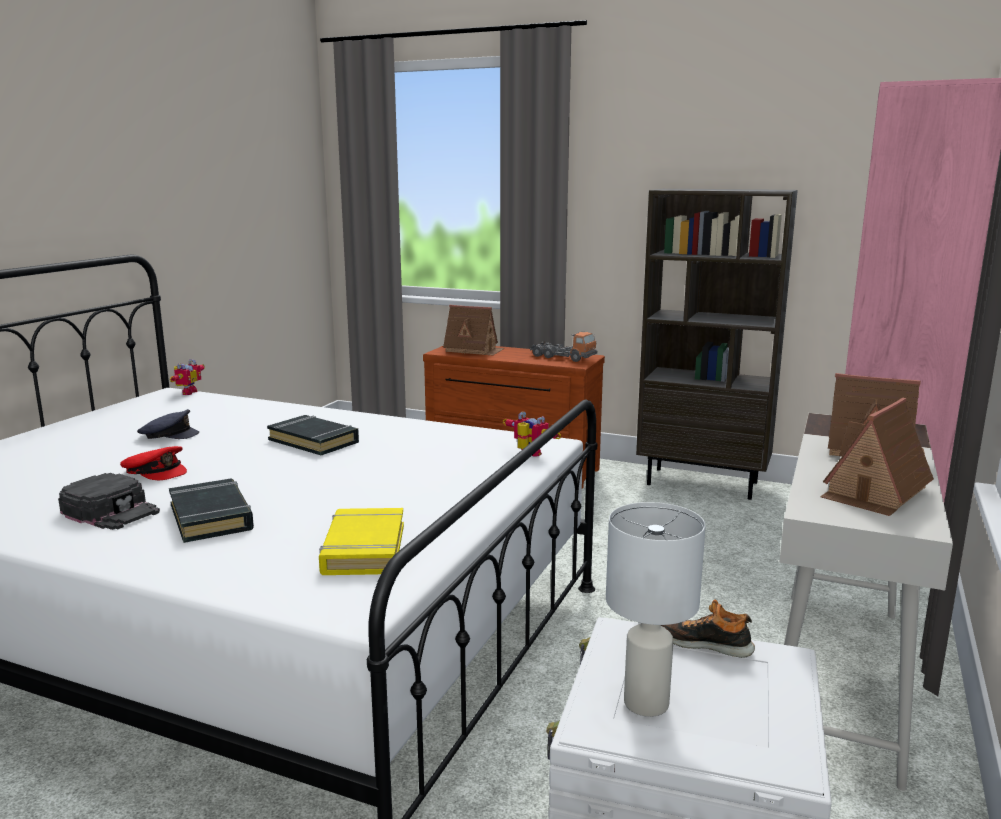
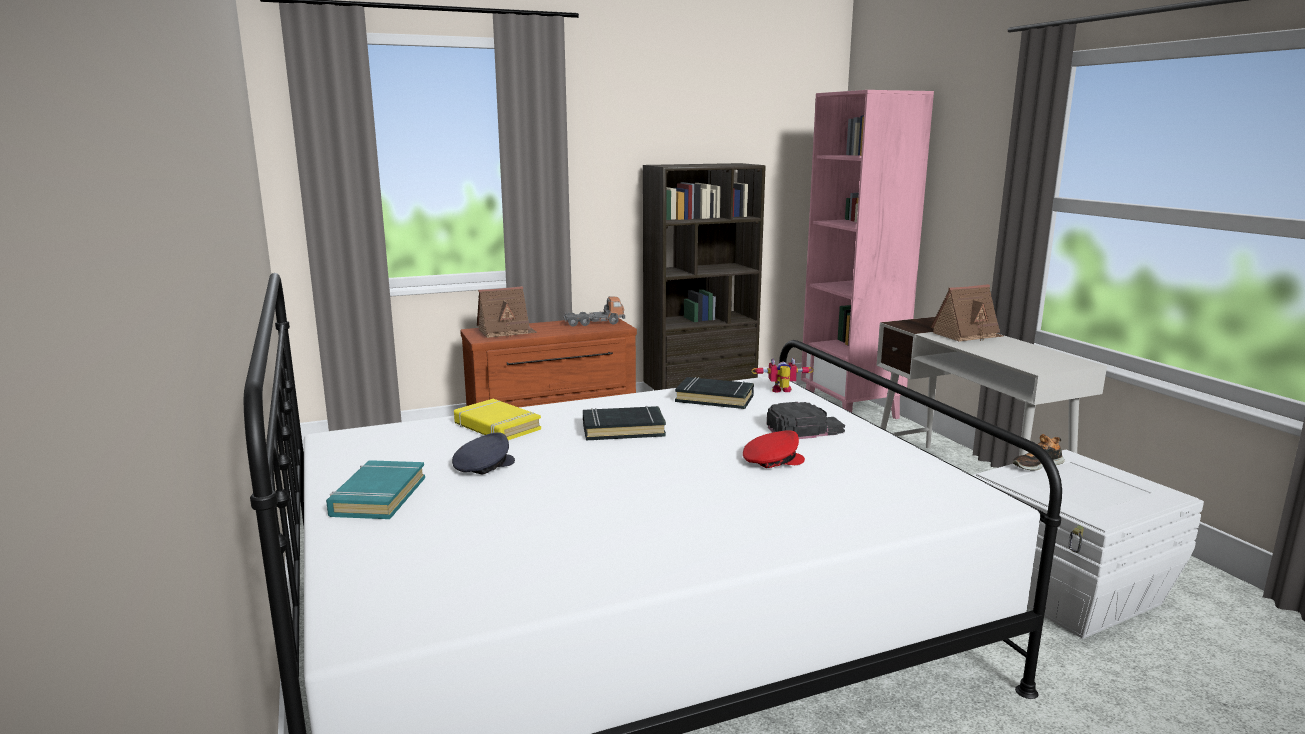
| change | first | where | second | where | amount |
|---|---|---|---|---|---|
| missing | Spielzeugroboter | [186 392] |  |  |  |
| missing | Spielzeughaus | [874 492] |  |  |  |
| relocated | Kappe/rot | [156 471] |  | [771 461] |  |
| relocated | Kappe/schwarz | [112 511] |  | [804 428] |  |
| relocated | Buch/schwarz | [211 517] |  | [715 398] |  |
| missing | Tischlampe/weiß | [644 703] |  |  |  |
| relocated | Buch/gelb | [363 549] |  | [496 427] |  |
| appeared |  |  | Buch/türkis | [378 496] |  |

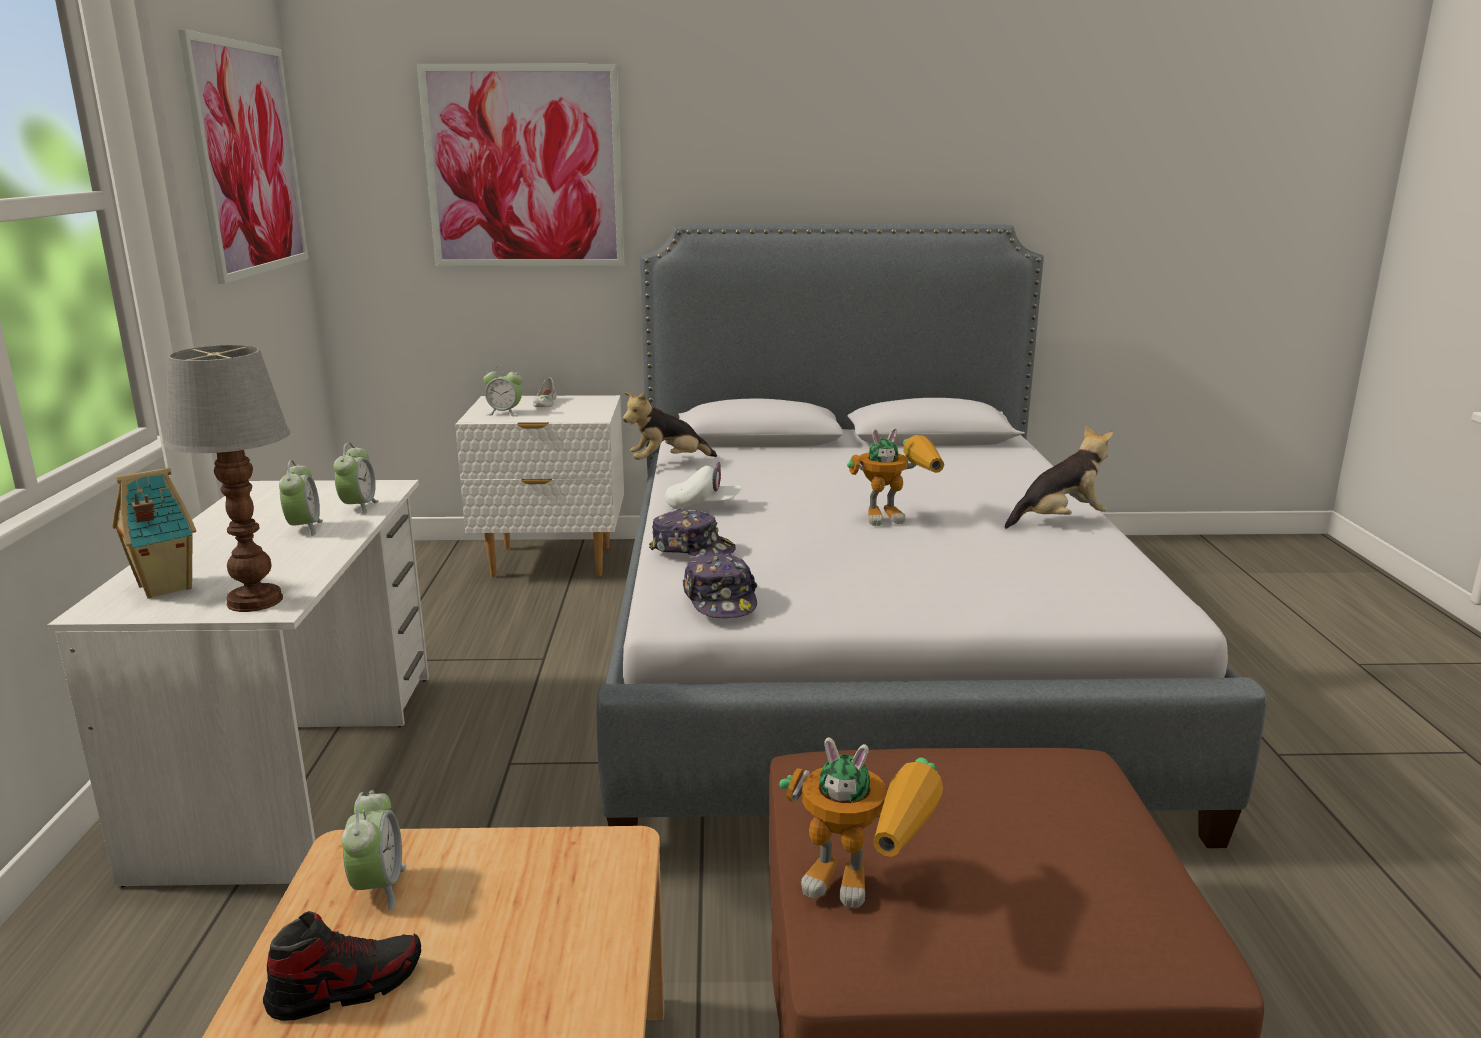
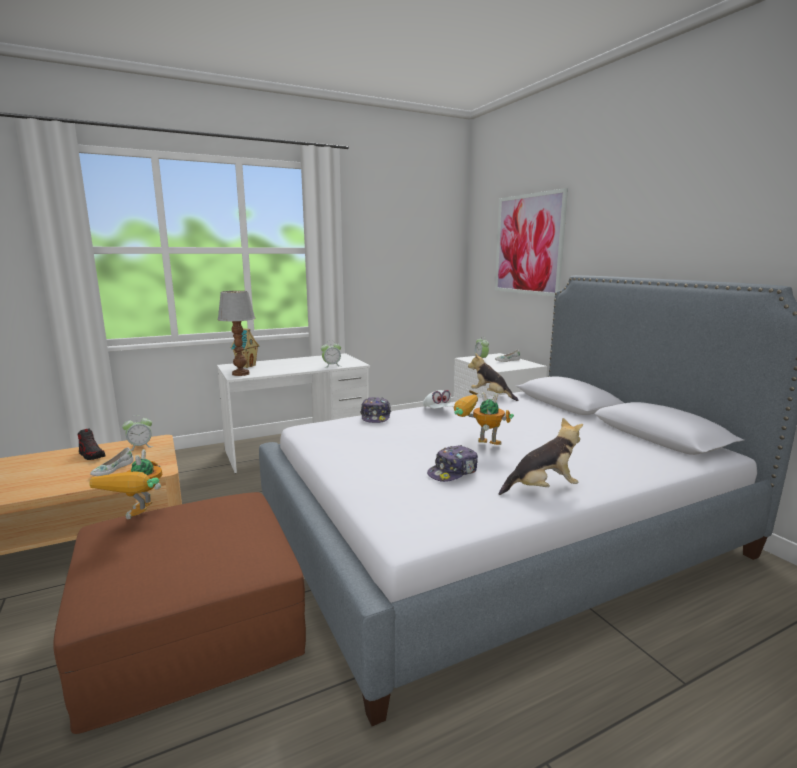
| change | first | where | second | where | amount |
|---|---|---|---|---|---|
| missing | Bild | [248 159] |  |  |  |
| spun | Plüschtier | [1059 520] |  | [542 489] | 60 degrees counterclockwise |
| spun | Spielzeugroboter | [896 517] |  | [478 446] | 150 degrees clockwise |
| missing | Wecker | [304 528] |  |  |  |
| relocated | Kappe | [720 600] |  | [453 472] |  |
| appeared |  |  | Schuh/weiß | [112 469] |  |

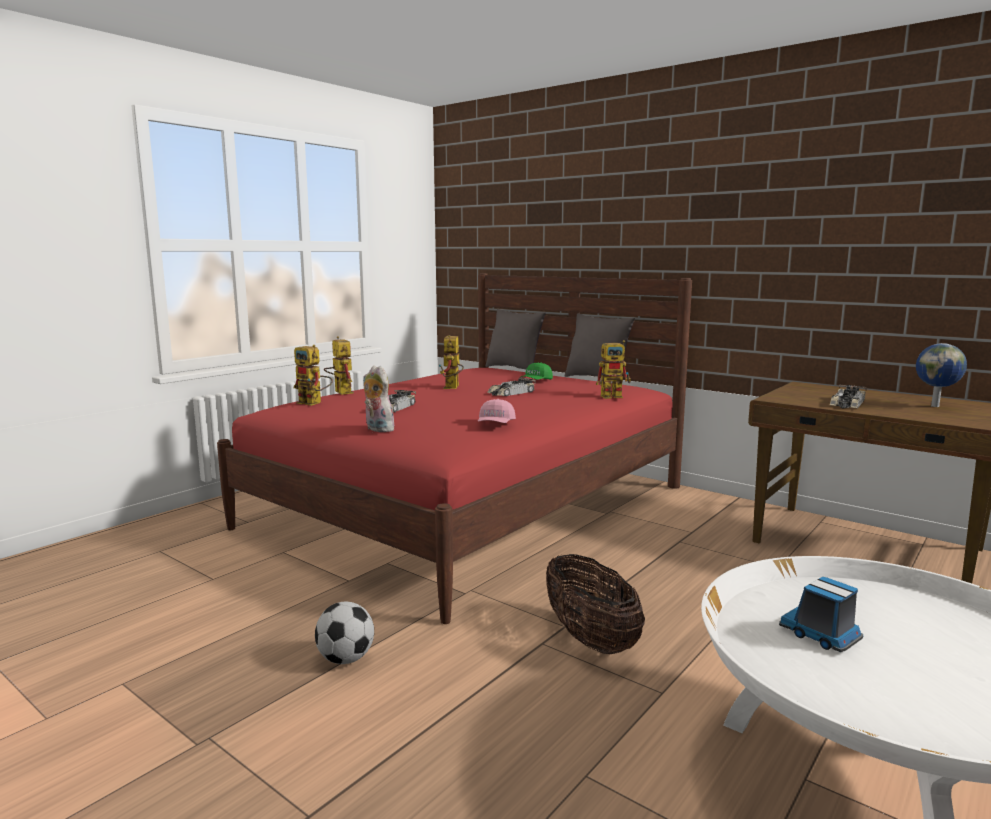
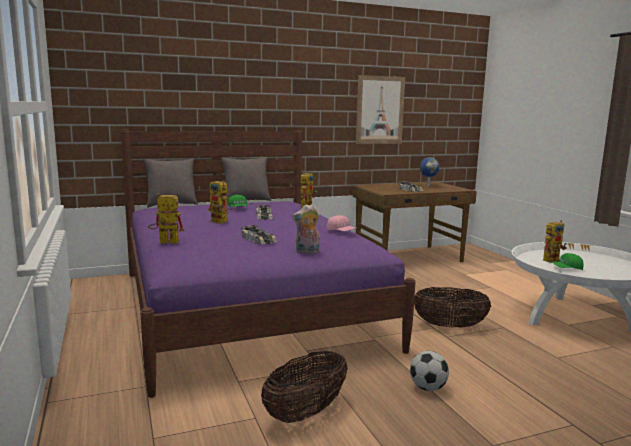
| change | first | where | second | where | amount |
|---|---|---|---|---|---|
| colour | Bett/rot | [470 506] | Bett/lila | [246 307] |  |
| relocated | Spielzeugroboter | [314 403] |  | [552 259] |  |
| exchanged | Spielzeuglaster | [821 635] | Kappe/grün | [566 269] |  |
| appeared |  |  | Bild | [380 110] |  |
| appeared |  |  | Korb | [306 412] |  |

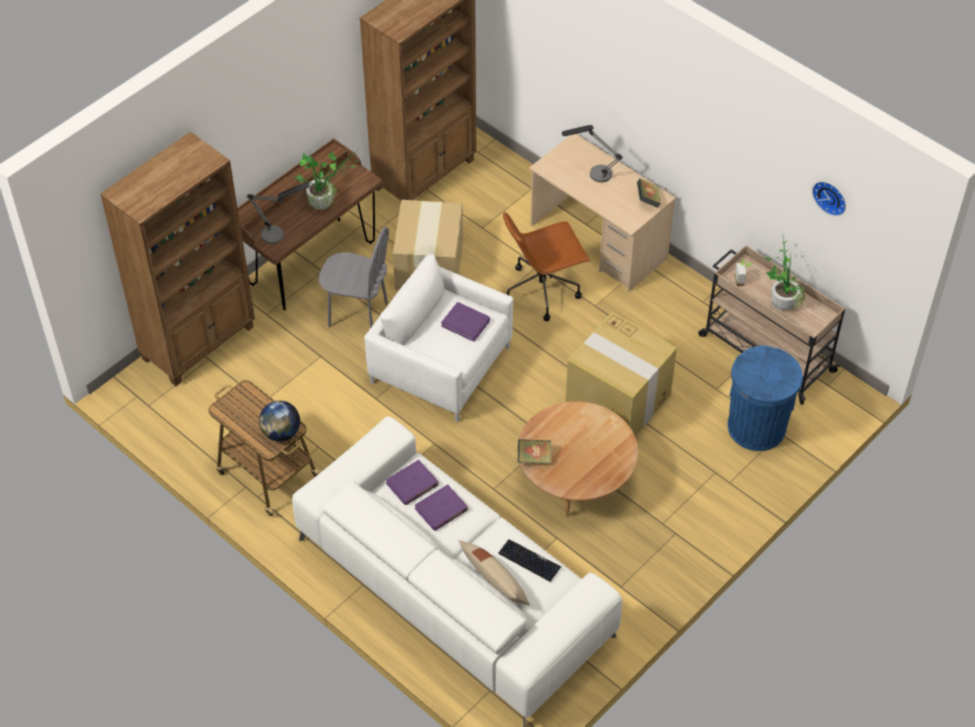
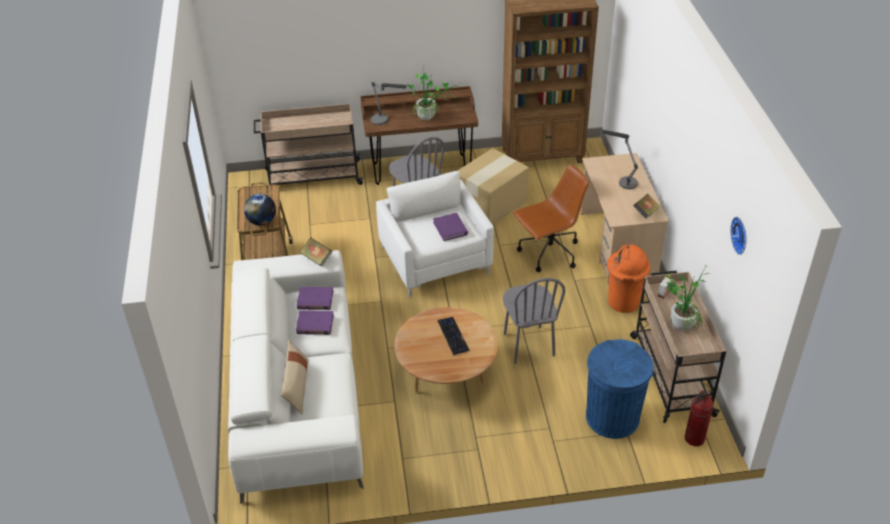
| change | first | where | second | where | amount |
|---|---|---|---|---|---|
| exchanged | Bücherregal/braun | [199 343] | Rollwagen/beige | [312 177] |  |
| spun | Bürostuhl/braun | [543 290] |  | [548 253] | 135 degrees clockwise |
| exchanged | Karton | [619 401] | Stuhl/grau | [528 344] |  |
| relocated | Buch | [534 458] |  | [316 258] |  |
| relocated | Tastatur | [529 561] |  | [453 336] |  |
| appeared |  |  | Mülleimer/orange | [623 302] |  |
| appeared |  |  | Feuerlöscher | [694 438] |  |

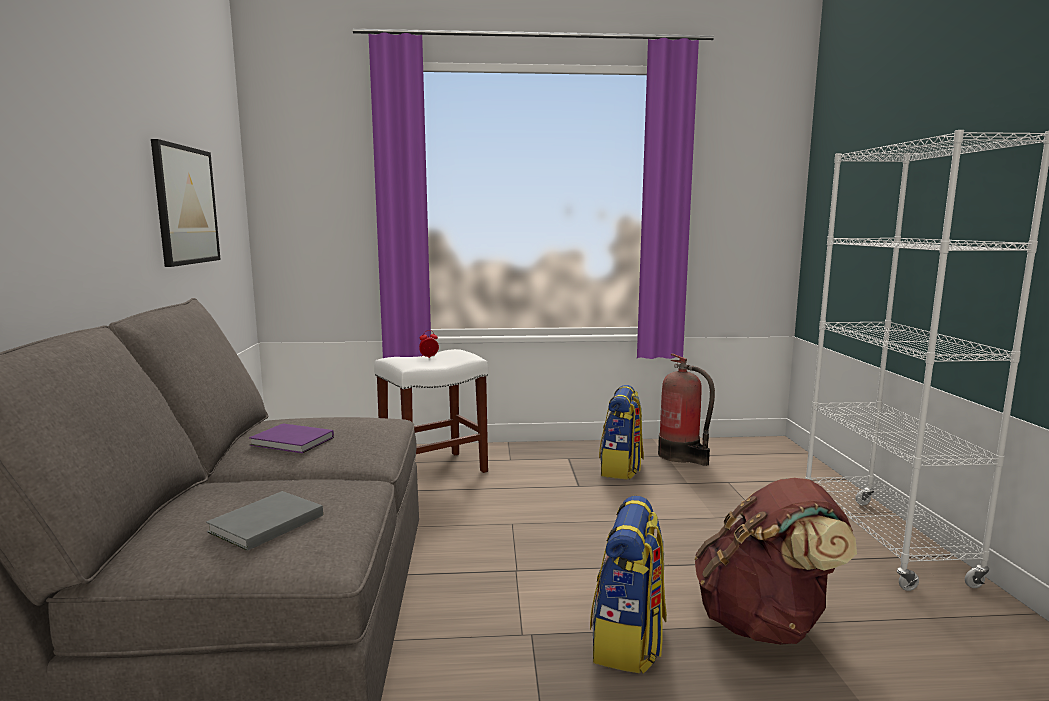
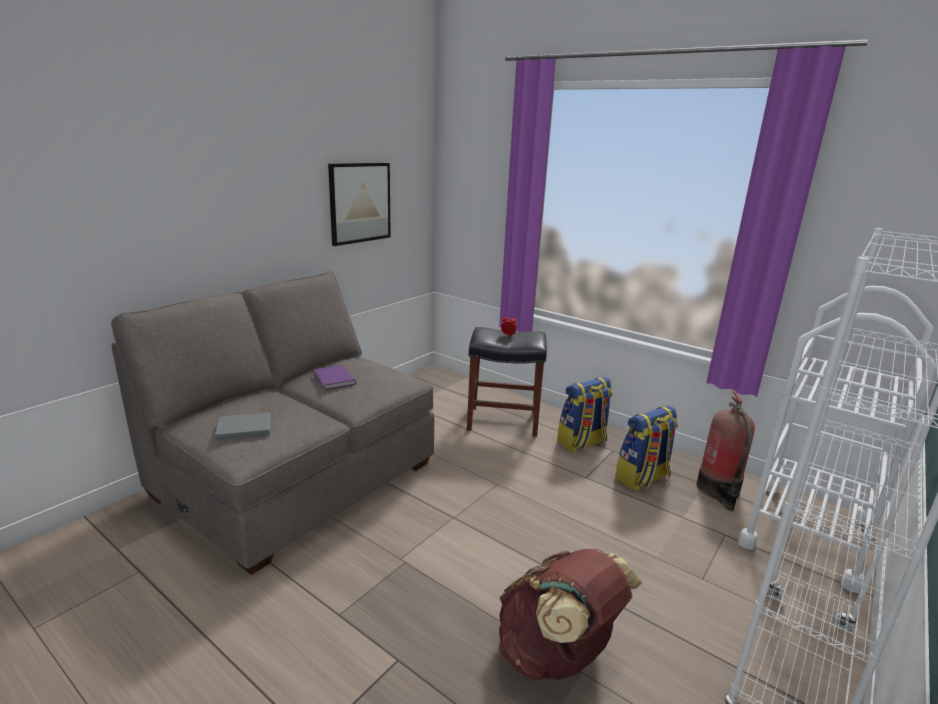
| change | first | where | second | where | amount |
|---|---|---|---|---|---|
| colour | Hocker/weiß | [433 471] | Hocker/schwarz | [501 421] |  |
| relocated | Rucksack | [628 642] |  | [582 443] |  |
| appeared |  |  | Rollwagen/weiß | [806 532] |  |

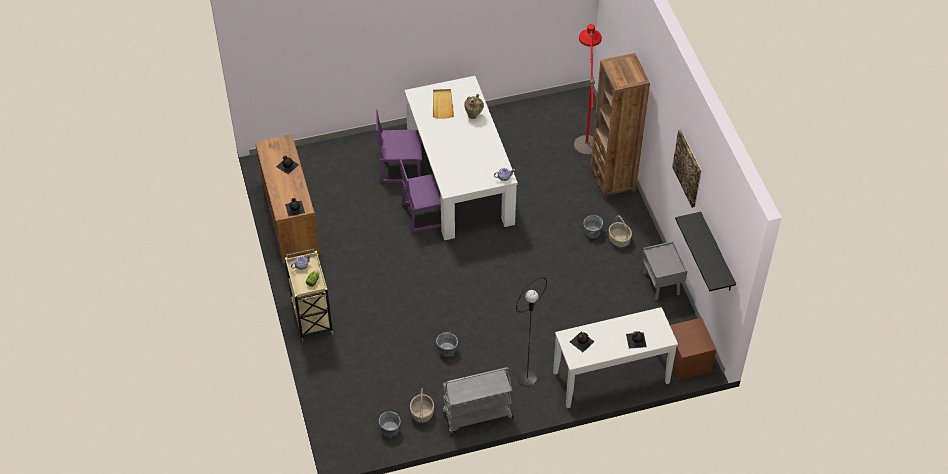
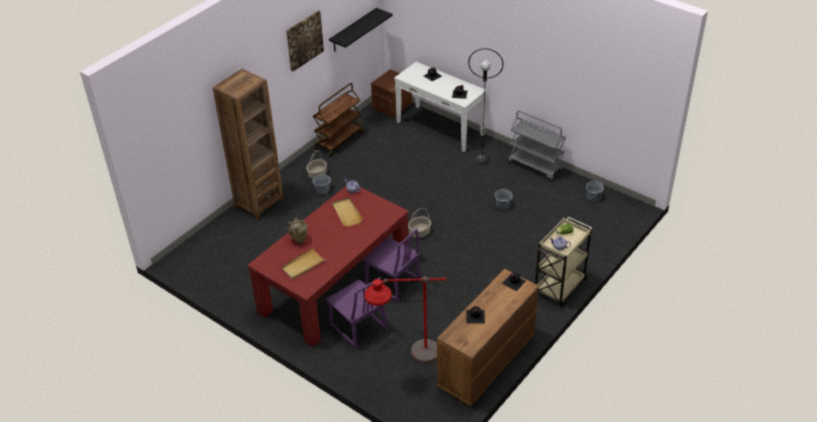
| change | first | where | second | where | amount |
|---|---|---|---|---|---|
| relocated | Stehlampe/rot | [585 132] |  | [408 361] |  |
| colour | Esstisch/weiß | [459 178] | Esstisch/rot | [335 285] |  |
| exchanged | Nachttisch/grau | [661 284] | Rollwagen/braun | [339 140] |  |
| relocated | Korb | [422 413] |  | [419 232] |  |
| appeared |  |  | Tablett/beige | [347 213] |  |

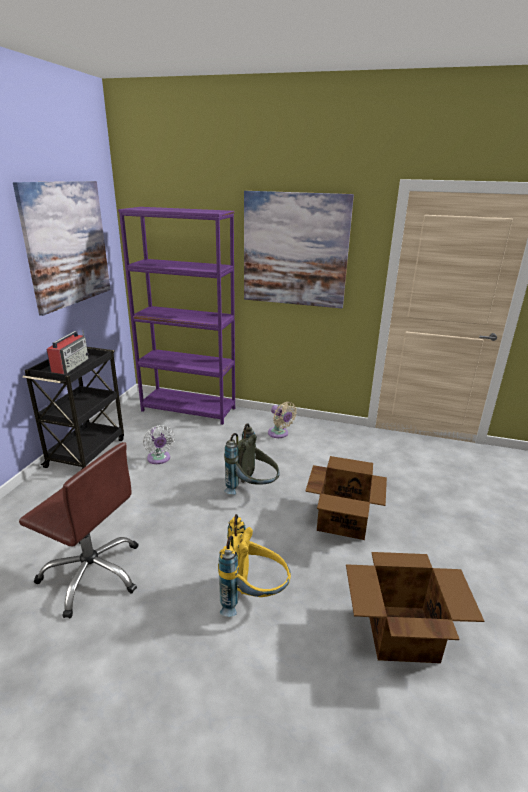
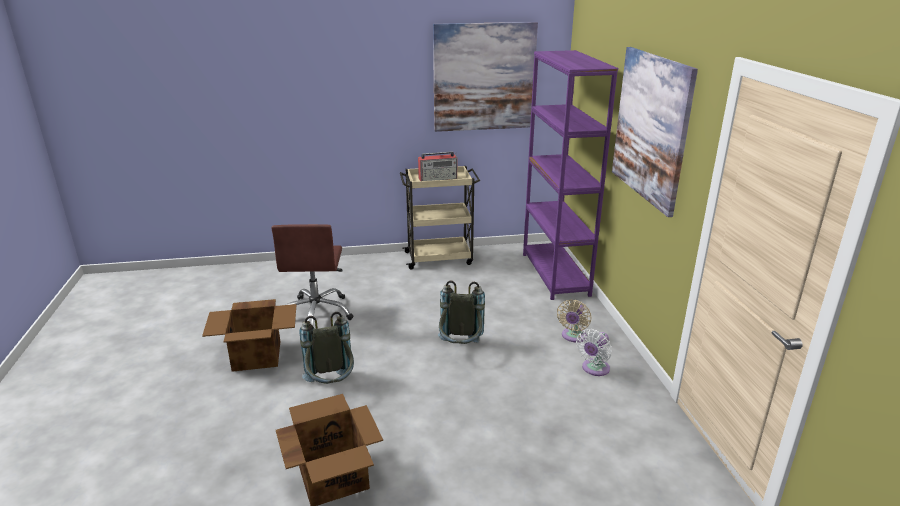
| change | first | where | second | where | amount |
|---|---|---|---|---|---|
| colour | Rollwagen/schwarz | [87 451] | Rollwagen/beige | [440 258] |  |
| relocated | Ventilator/weiß | [159 459] |  | [594 369] |  |
| relocated | Karton | [343 519] |  | [257 356] |  |
| colour | Rucksack/gelb | [253 597] | Rucksack/grau | [331 386] |  |

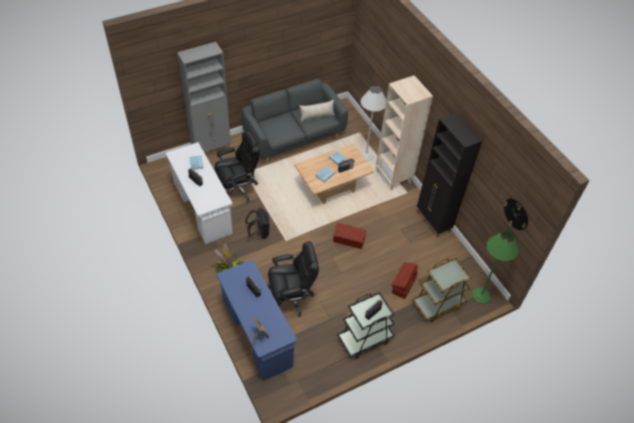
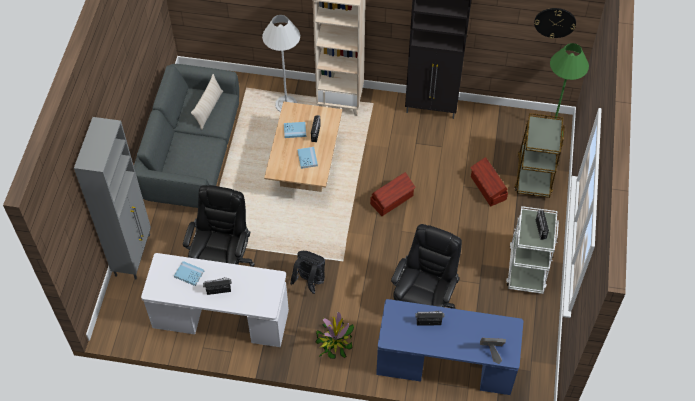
| change | first | where | second | where | amount |
|---|---|---|---|---|---|
| colour | Rollwagen/schwarz | [365 339] | Rollwagen/weiß | [527 267] |  |

